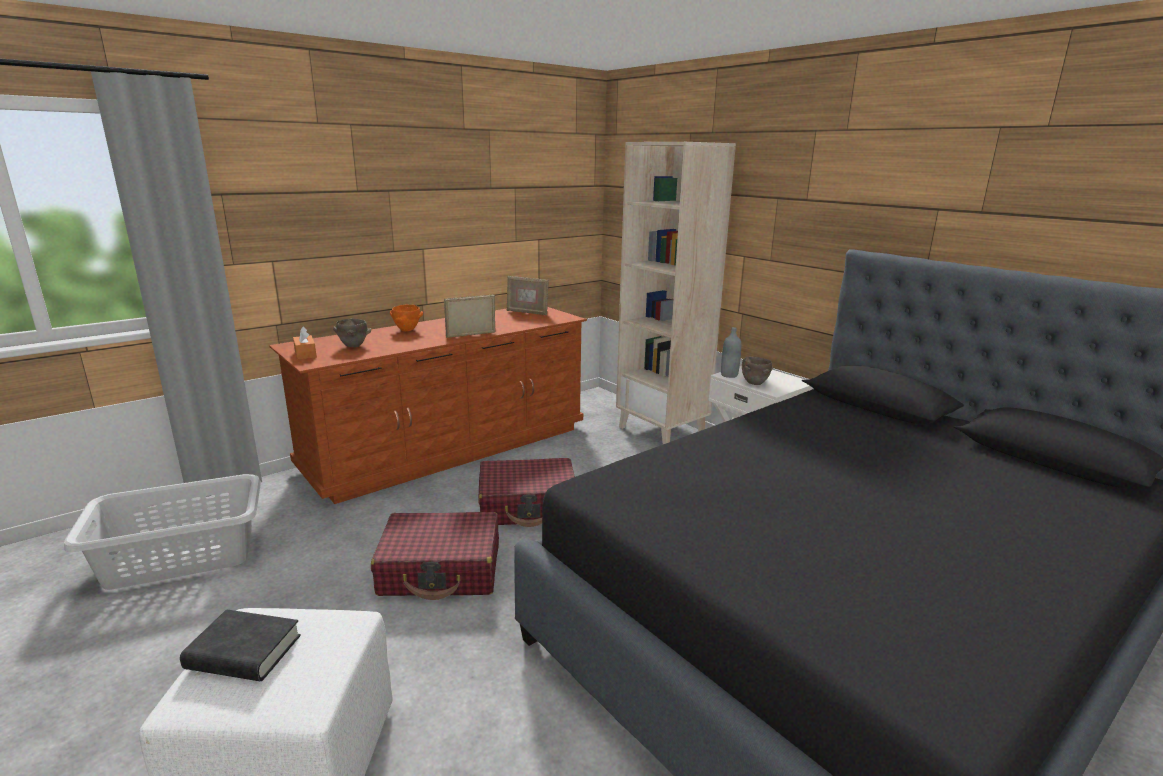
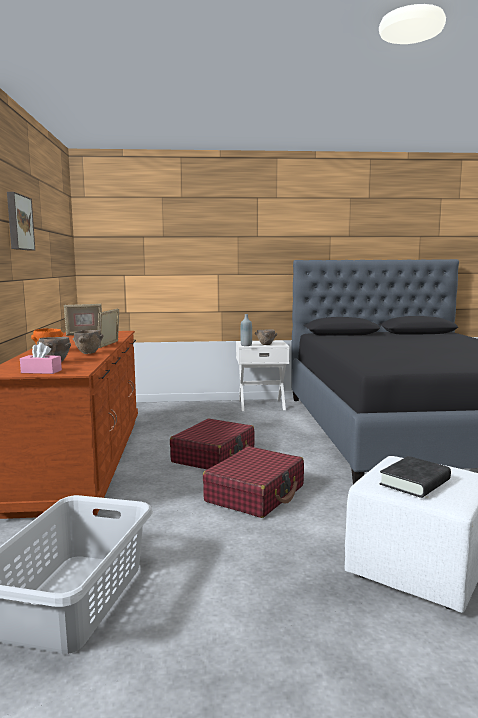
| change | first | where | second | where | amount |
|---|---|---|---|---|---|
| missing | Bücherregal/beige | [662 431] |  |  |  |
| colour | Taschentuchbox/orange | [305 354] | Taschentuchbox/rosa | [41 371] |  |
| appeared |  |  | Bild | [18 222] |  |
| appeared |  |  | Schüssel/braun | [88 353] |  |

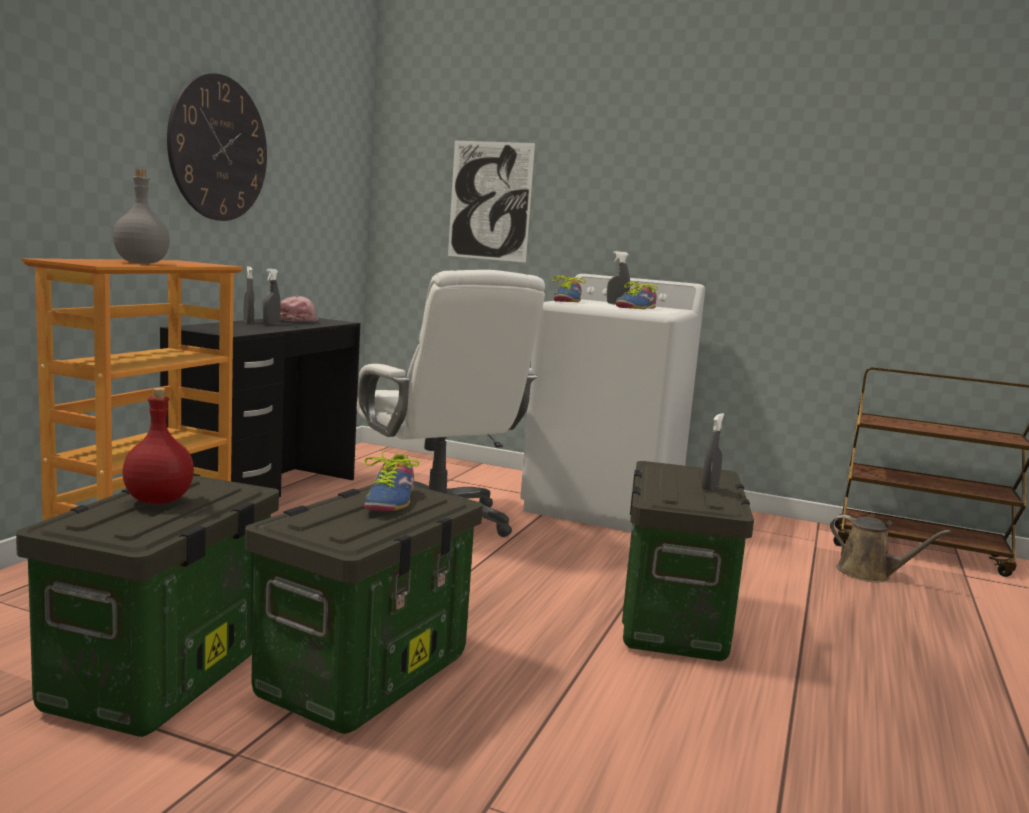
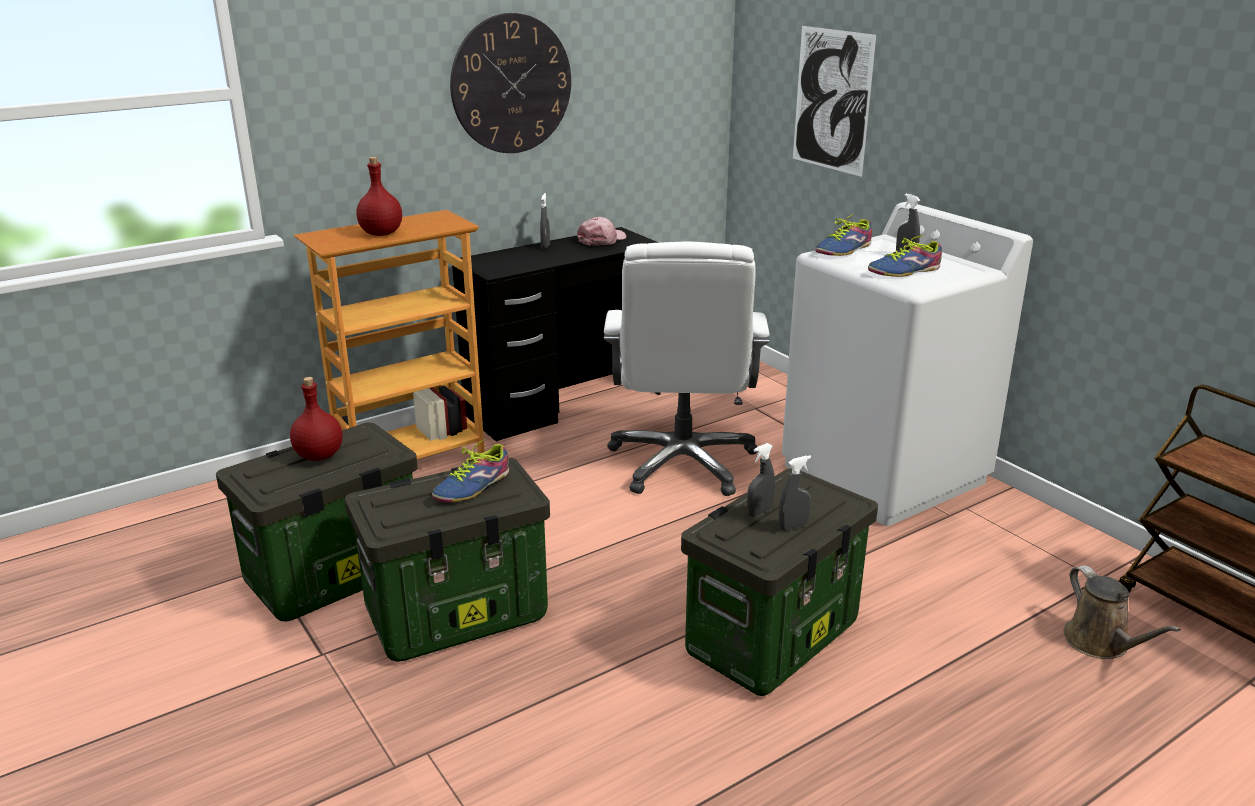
| change | first | where | second | where | amount |
|---|---|---|---|---|---|
| colour | Flasche/grau | [140 263] | Flasche/rot | [381 233] |  |
| relocated | Sprühflasche/grau | [271 324] |  | [759 512] |  |

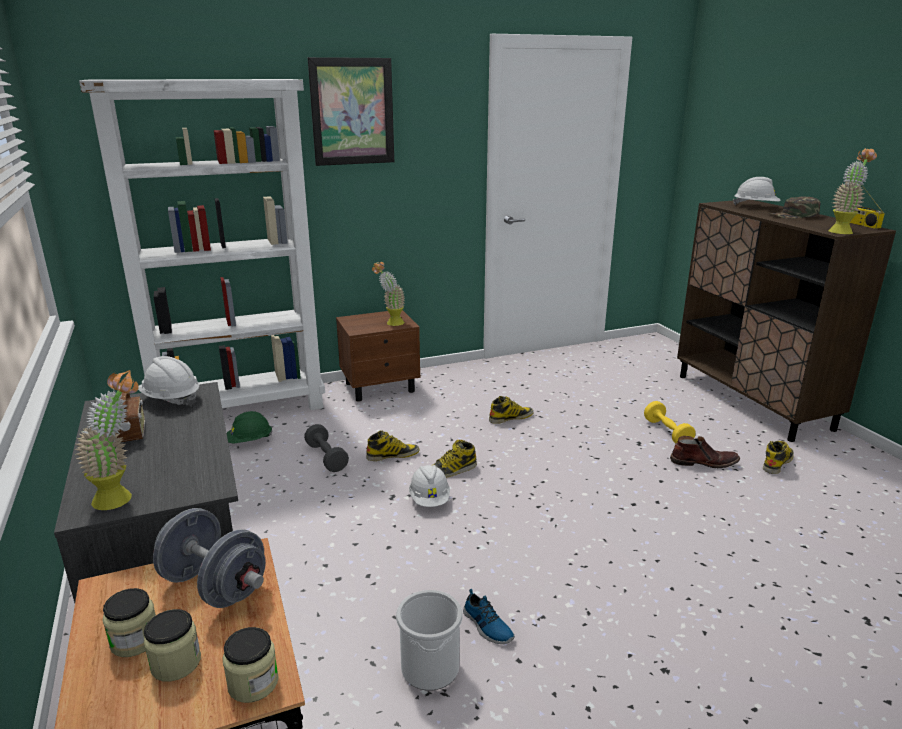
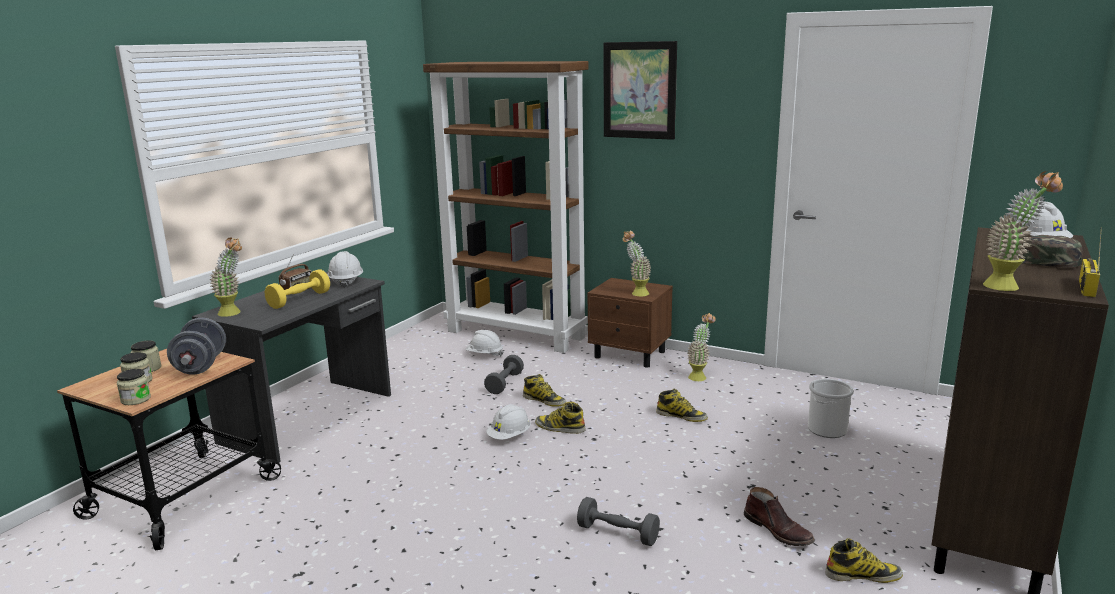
| change | first | where | second | where | amount |
|---|---|---|---|---|---|
| colour | Bücherregal/weiß | [241 409] | Bücherregal/braun | [517 334] |  |
| relocated | Hantel/gelb | [667 433] |  | [299 300] |  |
| colour | Schutzhelm/grün | [249 441] | Schutzhelm/weiß | [484 355] |  |
| missing | Schuh | [487 626] |  |  |  |
| relocated | Eimer | [430 668] |  | [827 430] |  |
| appeared |  |  | Topfpflanze | [699 376] |  |
| appeared |  |  | Hantel/grau | [618 533] |  |

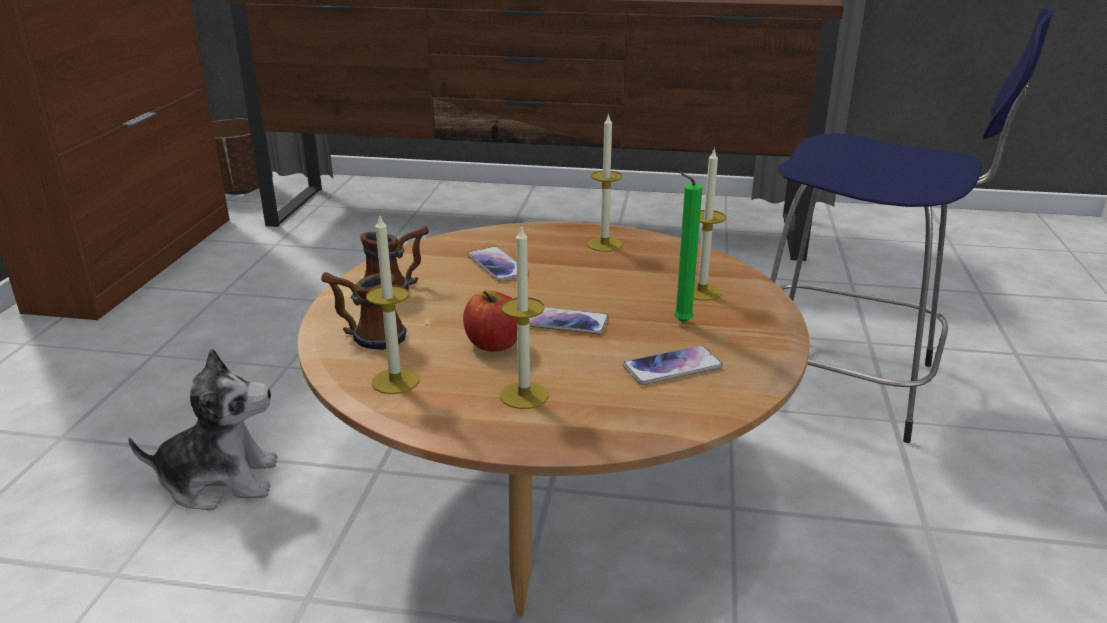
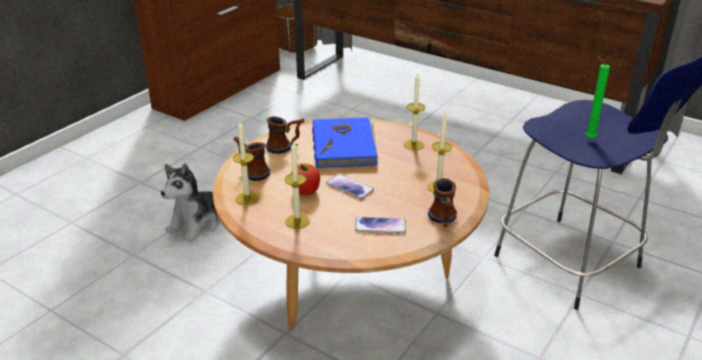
| change | first | where | second | where | amount |
|---|---|---|---|---|---|
| relocated | Kerze/grün | [680 323] |  | [588 138] |  |
| exchanged | Handy | [497 265] | Buch/blau | [345 145] |  |
| spun | Plüschtier | [220 481] |  | [197 224] | 105 degrees clockwise |
| appeared |  |  | Henkelbecher | [443 220] |  |

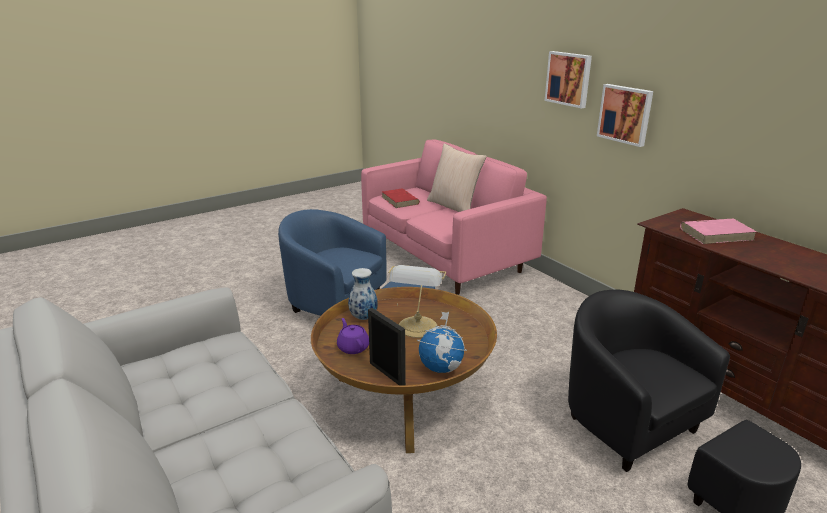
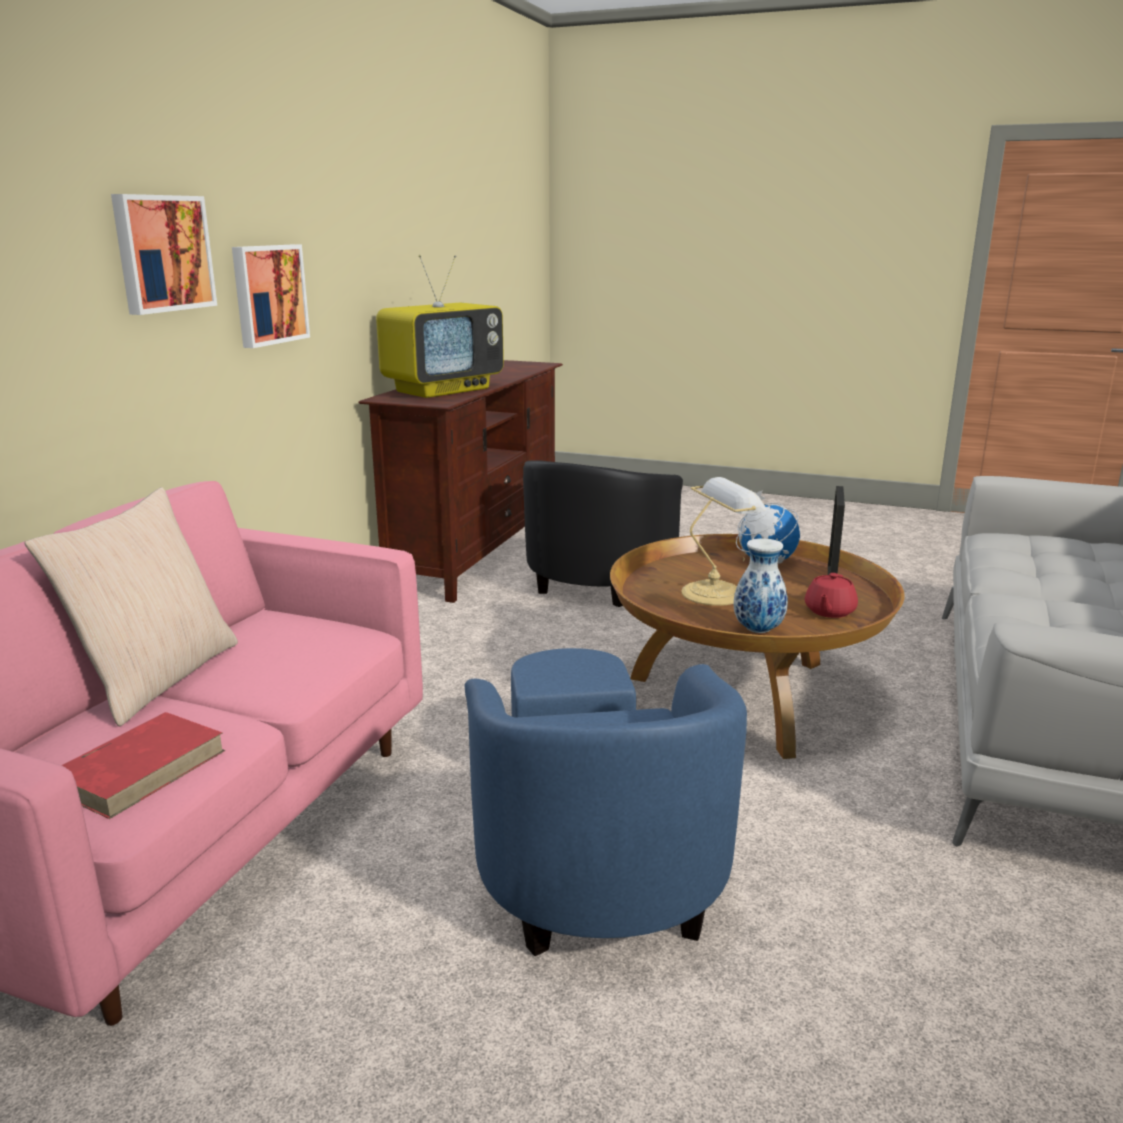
| change | first | where | second | where | amount |
|---|---|---|---|---|---|
| exchanged | Buch/rosa | [717 234] | Fernseher | [443 390] |  |
| colour | Teekanne/lila | [353 347] | Teekanne/rot | [829 611] |  |

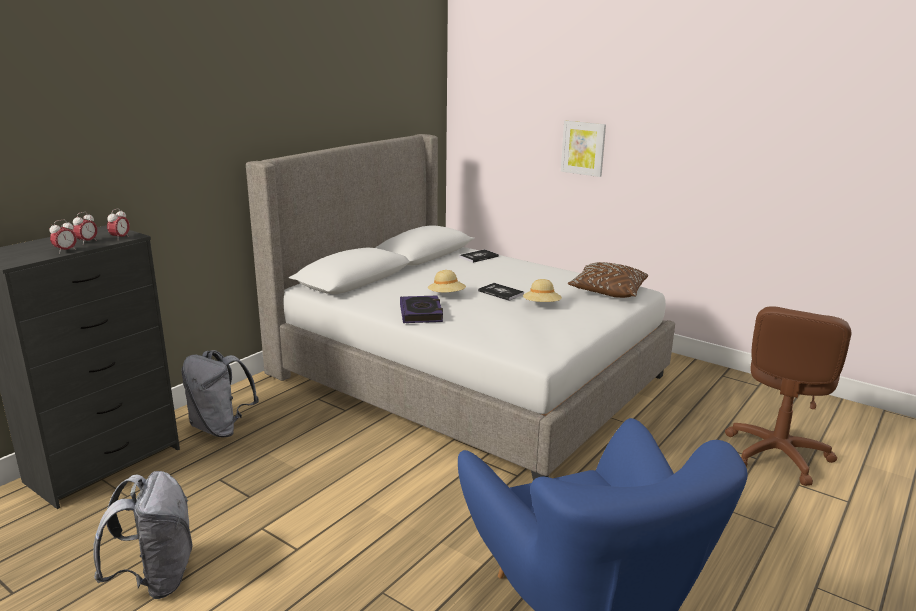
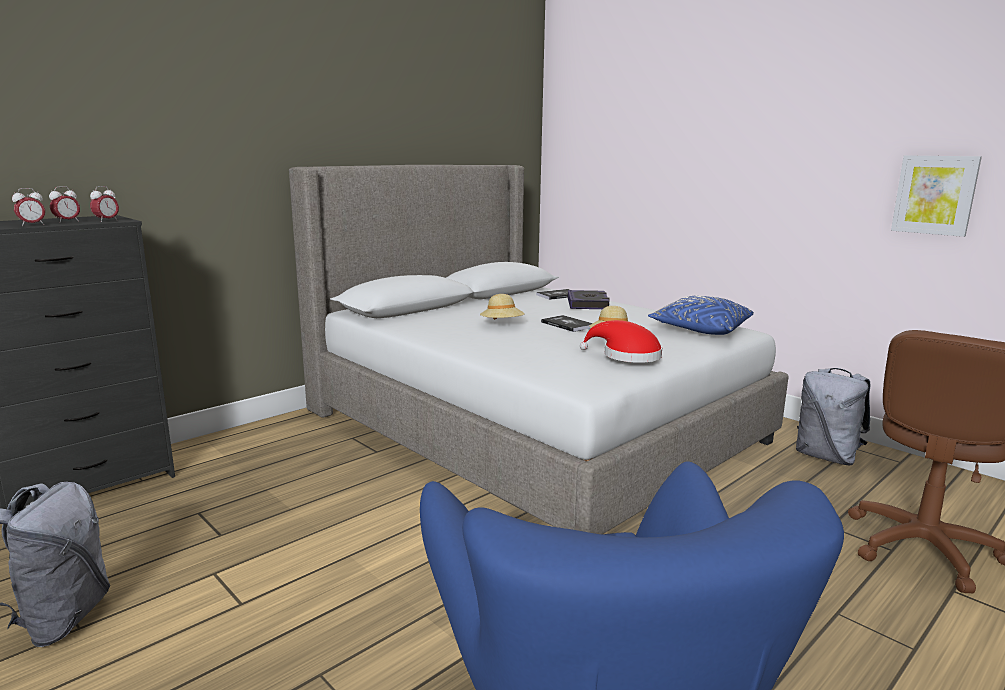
| change | first | where | second | where | amount |
|---|---|---|---|---|---|
| relocated | Bild | [583 148] |  | [935 195] |  |
| colour | Kissen/braun | [607 292] | Kissen/blau | [700 330] |  |
| relocated | Buch | [421 313] |  | [588 304] |  |
| relocated | Rucksack/grau | [221 428] |  | [827 457] |  |
| appeared |  |  | Hut/rot | [626 355] |  |

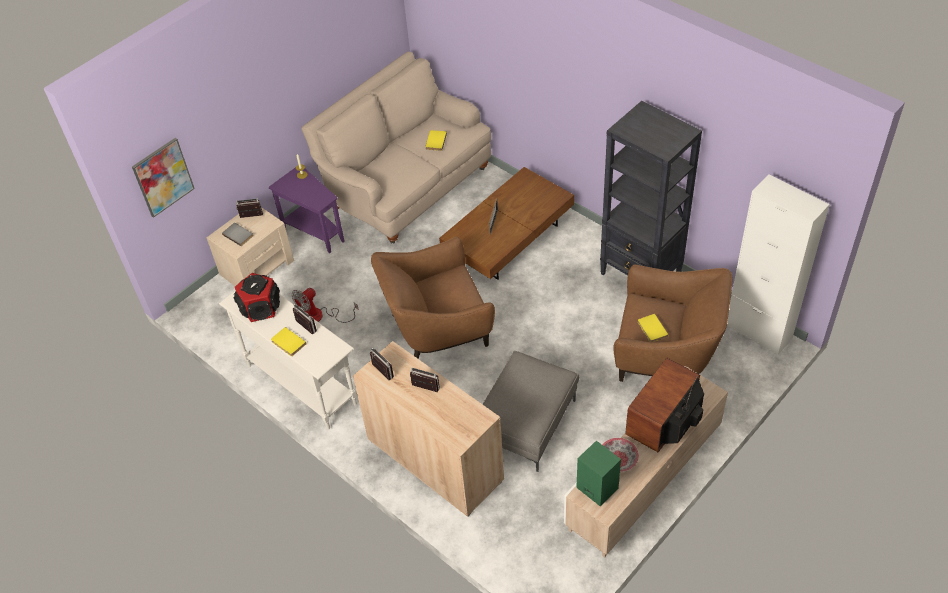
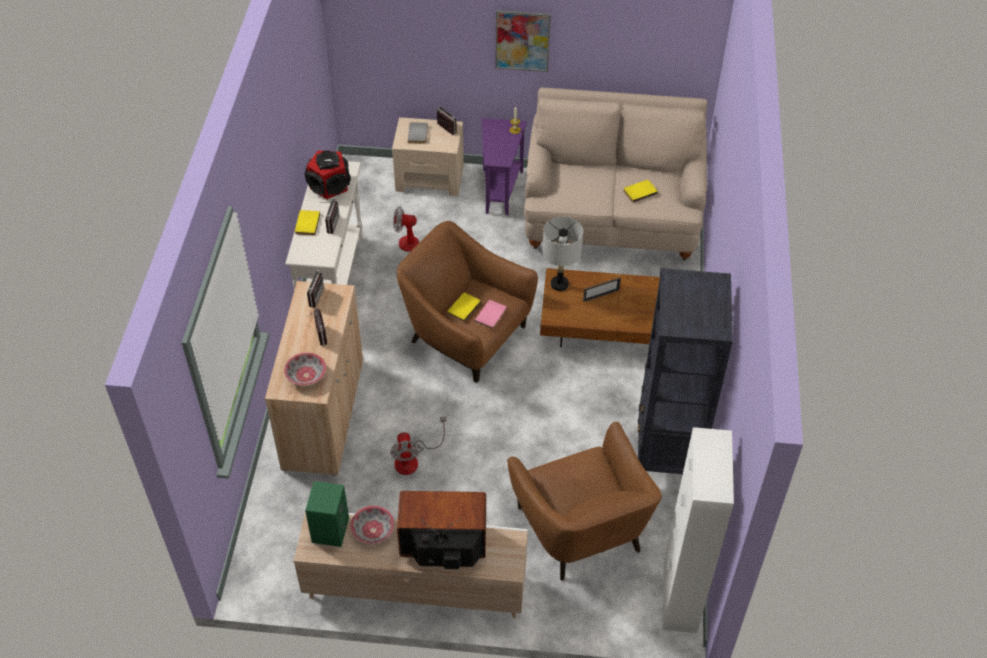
| change | first | where | second | where | amount |
|---|---|---|---|---|---|
| relocated | Bild | [163 177] |  | [522 40] |  |
| relocated | Buch/gelb | [651 329] |  | [463 307] |  |
| exchanged | Polsterhocker/grau | [526 422] | Ventilator | [413 459] |  |
| appeared |  |  | Tischlampe/grau | [559 284] |  |
| appeared |  |  | Buch/rosa | [492 316] |  |
| appeared |  |  | Schüssel | [306 375] |  |

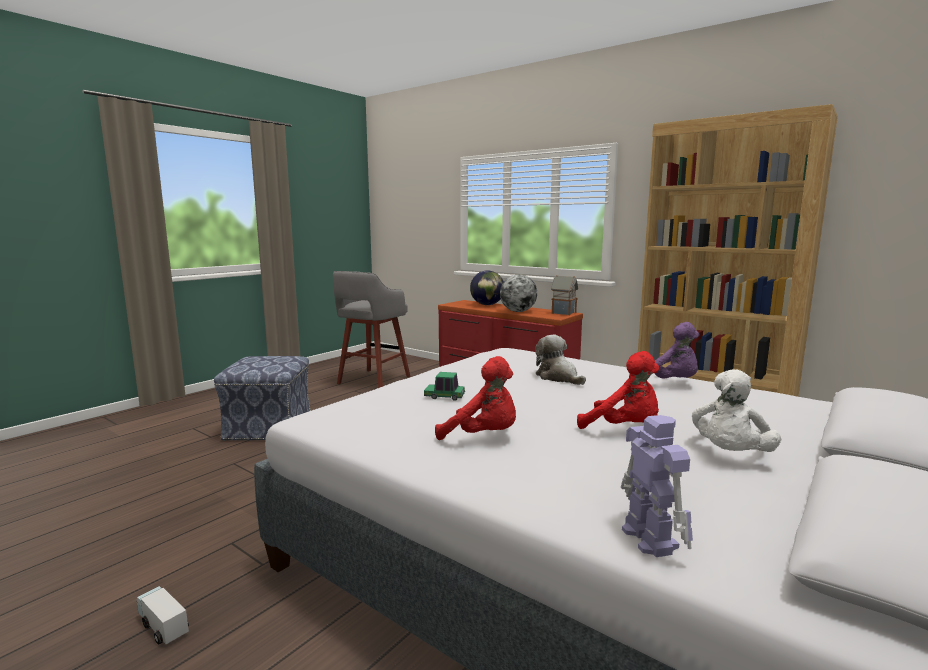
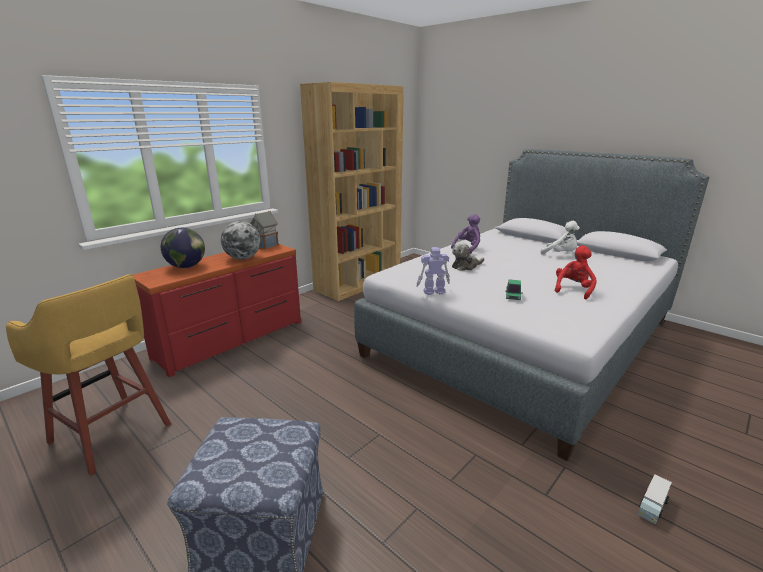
| change | first | where | second | where | amount |
|---|---|---|---|---|---|
| colour | Hocker/grau | [372 380] | Hocker/gelb | [112 435] |  |
| missing | Plüschtier/rot | [623 428] |  |  |  |
| relocated | Spielzeugroboter | [648 537] |  | [433 291] |  |

